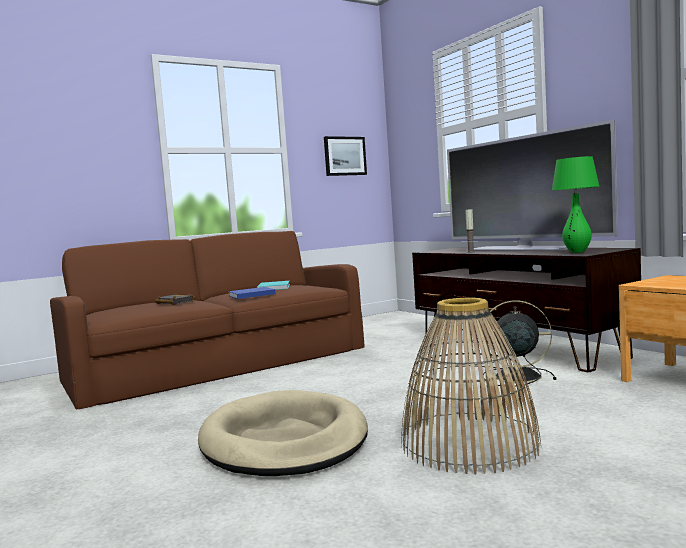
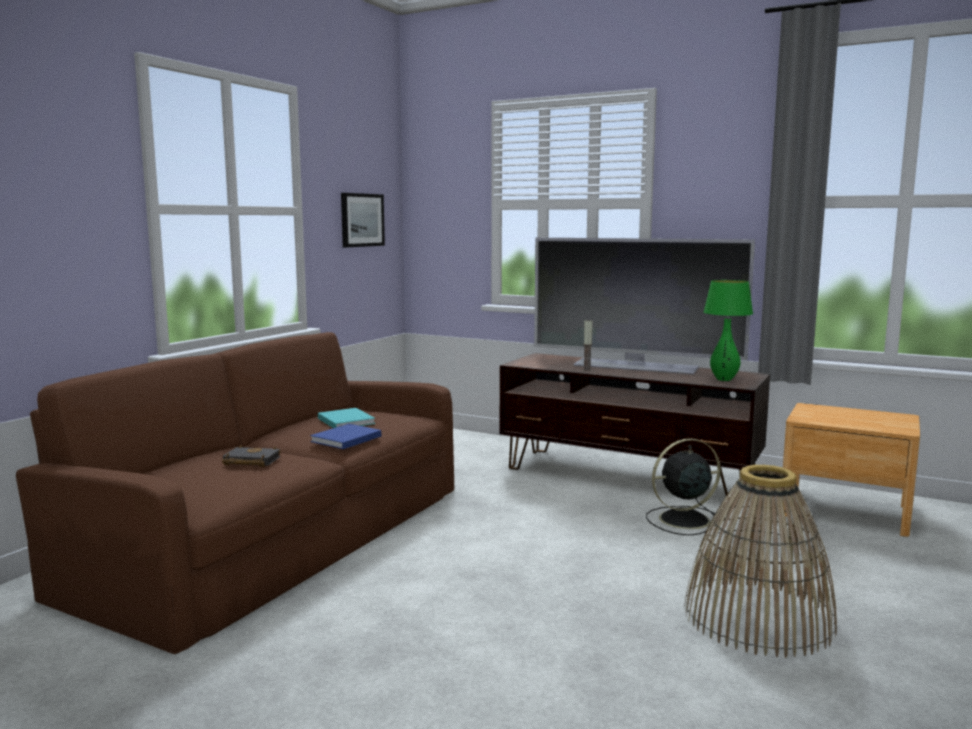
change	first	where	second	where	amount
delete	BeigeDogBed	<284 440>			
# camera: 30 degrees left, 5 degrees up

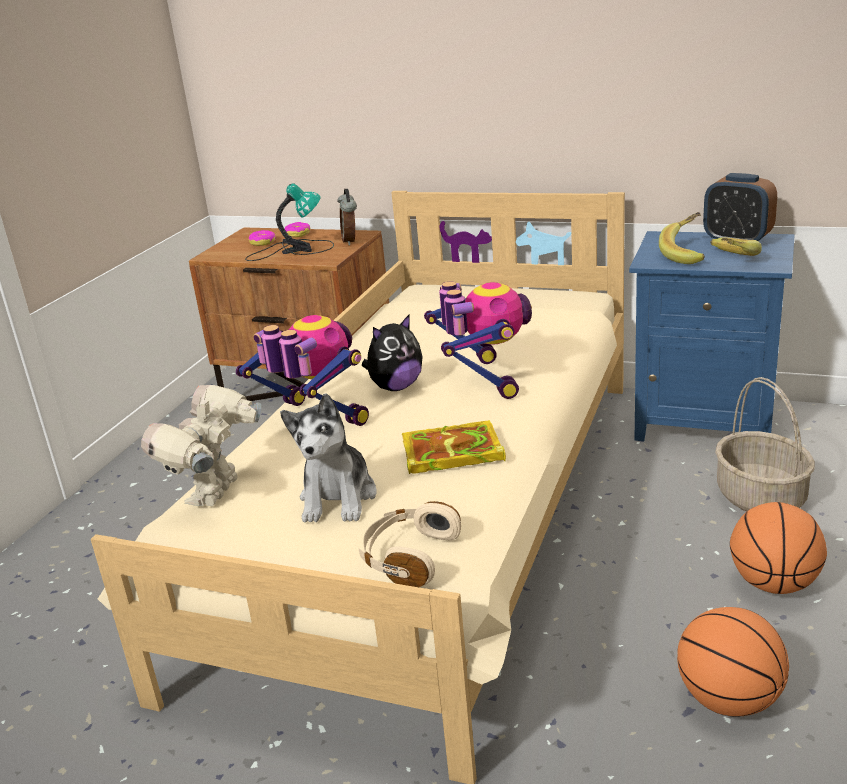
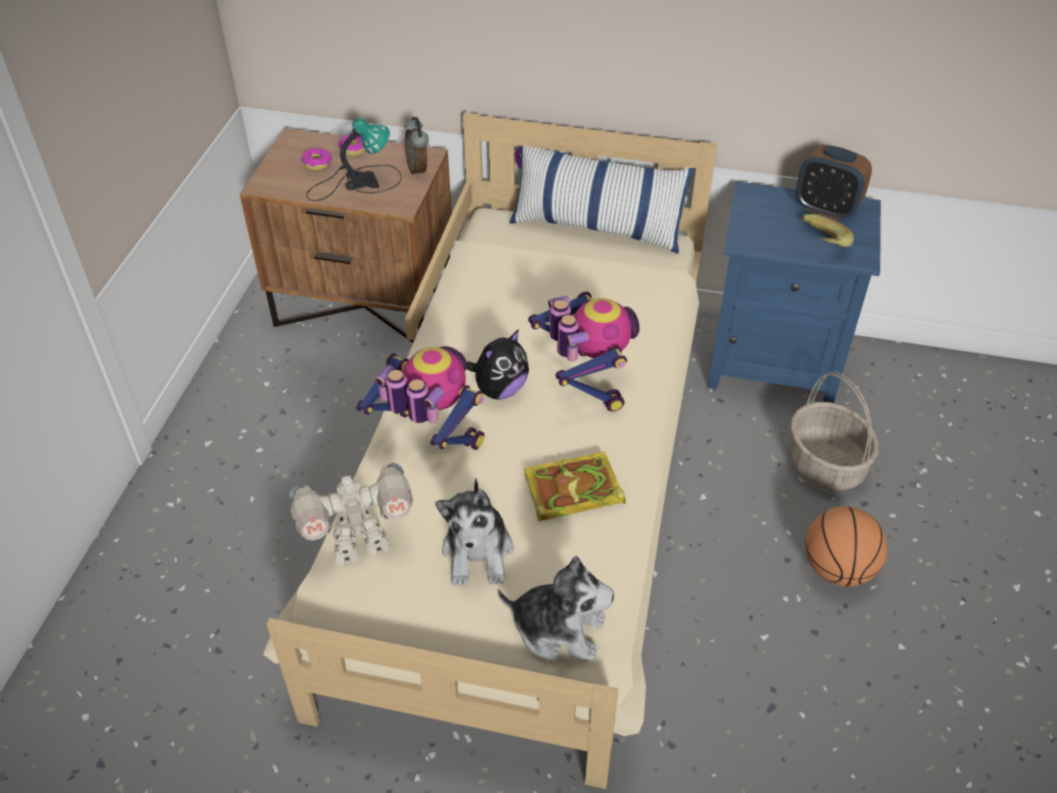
change	first	where	second	where	amount
delete	Banana	<689 254>			
delete	Basketball	<729 700>			
insert			Pillow	<597 227>	
replace	BeigeHeadphones	<409 557>	PlushToy	<558 629>	
rotate	ToyRobot	<217 493>		<359 544>	120 degrees counterclockwise
# camera: 10 degrees left, 20 degrees up

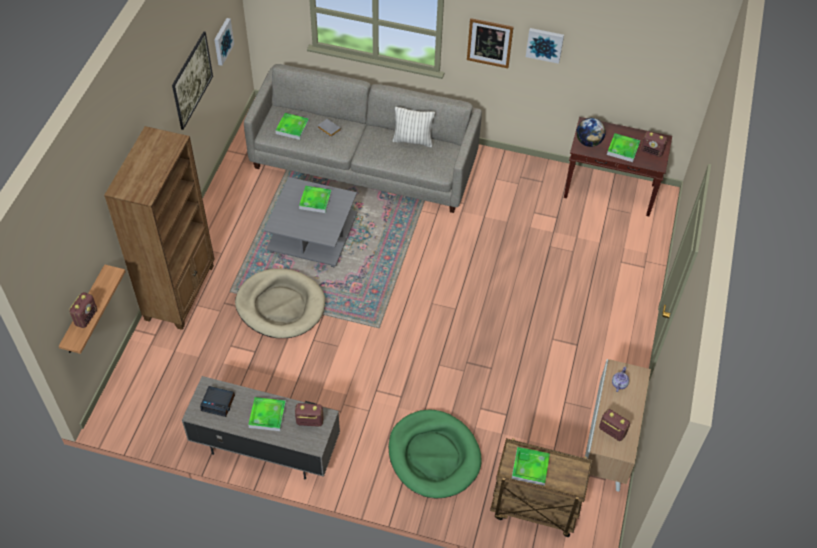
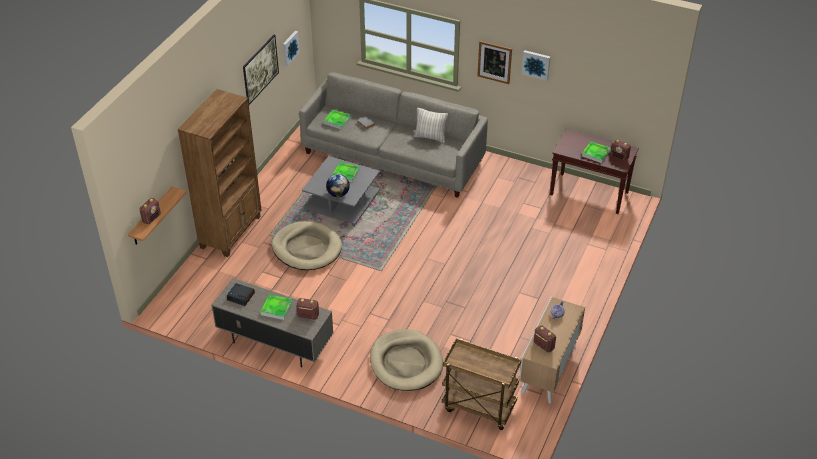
change	first	where	second	where	amount
delete	Tray	<530 467>			
move	Globe	<588 142>		<338 194>	
recolor	GreenDogBed	<434 456>	BeigeDogBed	<406 362>	
# camera: 10 degrees right, 10 degrees down

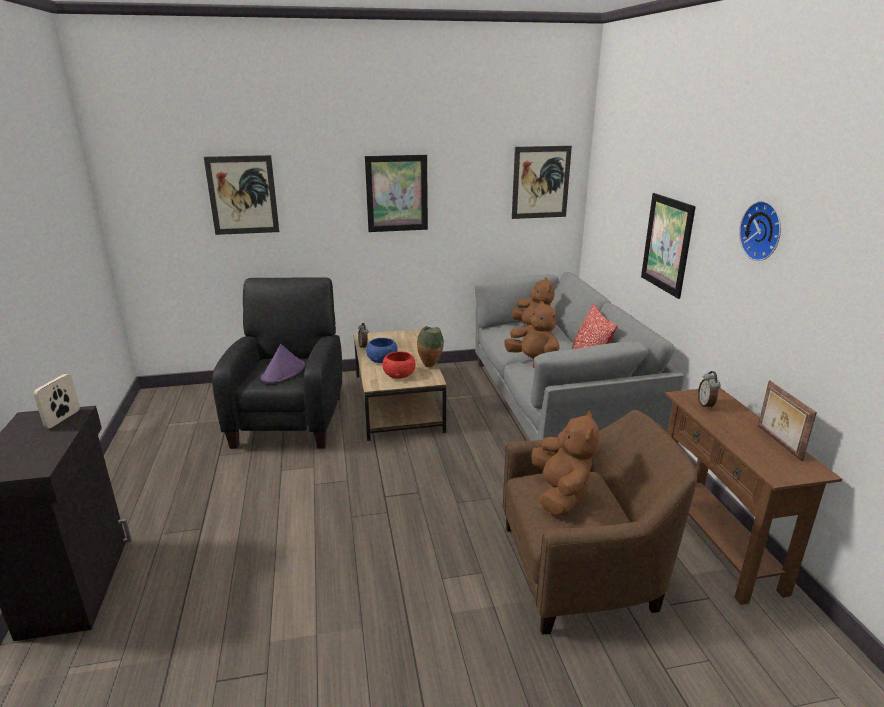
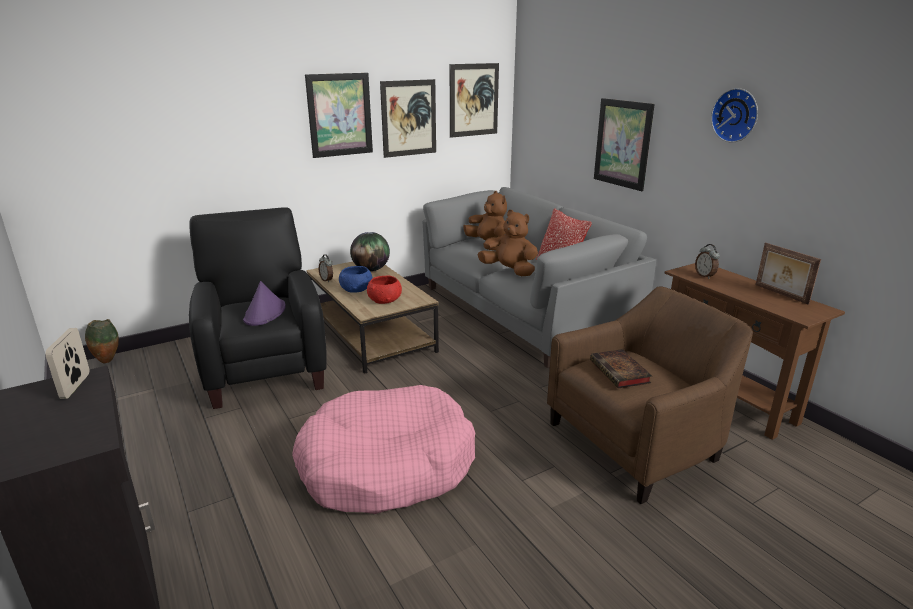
change	first	where	second	where	amount
insert			PinkDogBed	<386 465>	
insert			Globe	<371 270>	
move	Picture	<242 195>		<409 118>	
move	Vase	<430 365>		<108 361>	
replace	BrownPlushToy	<560 494>	Book	<621 372>	
# camera: 20 degrees left, 0 degrees up

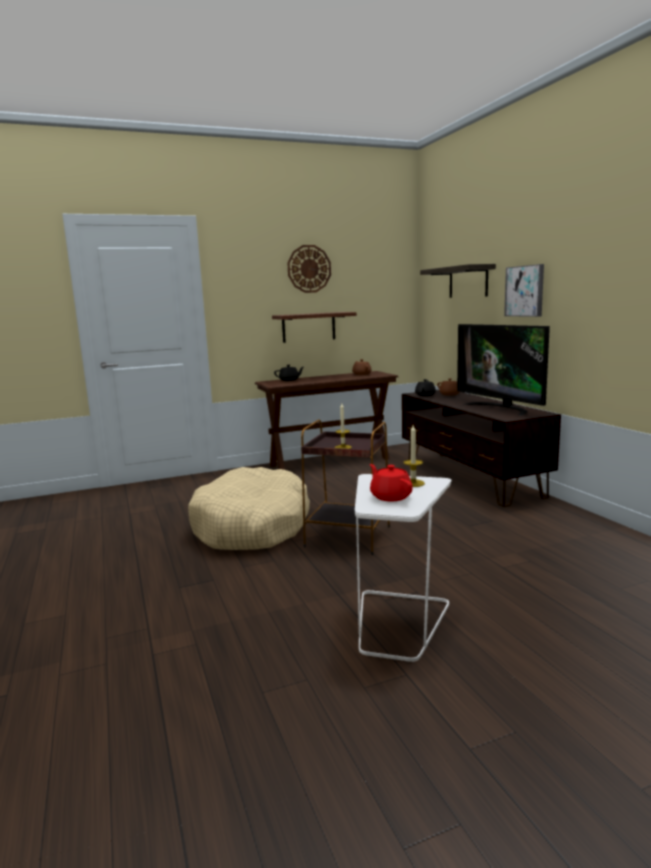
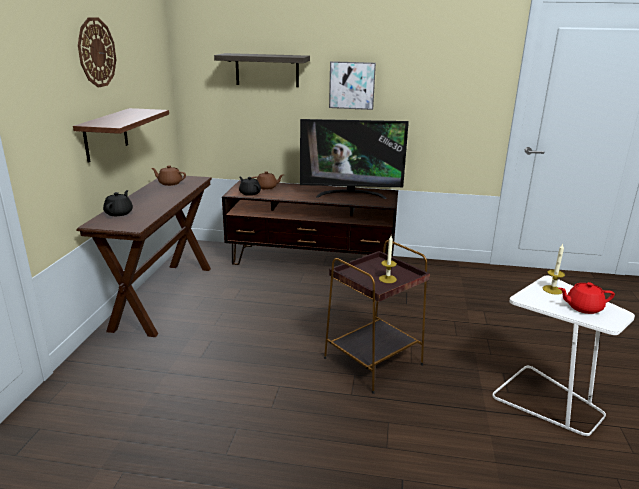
change	first	where	second	where	amount
delete	BeigeDogBed	<252 526>			
# camera: 60 degrees left, 10 degrees up

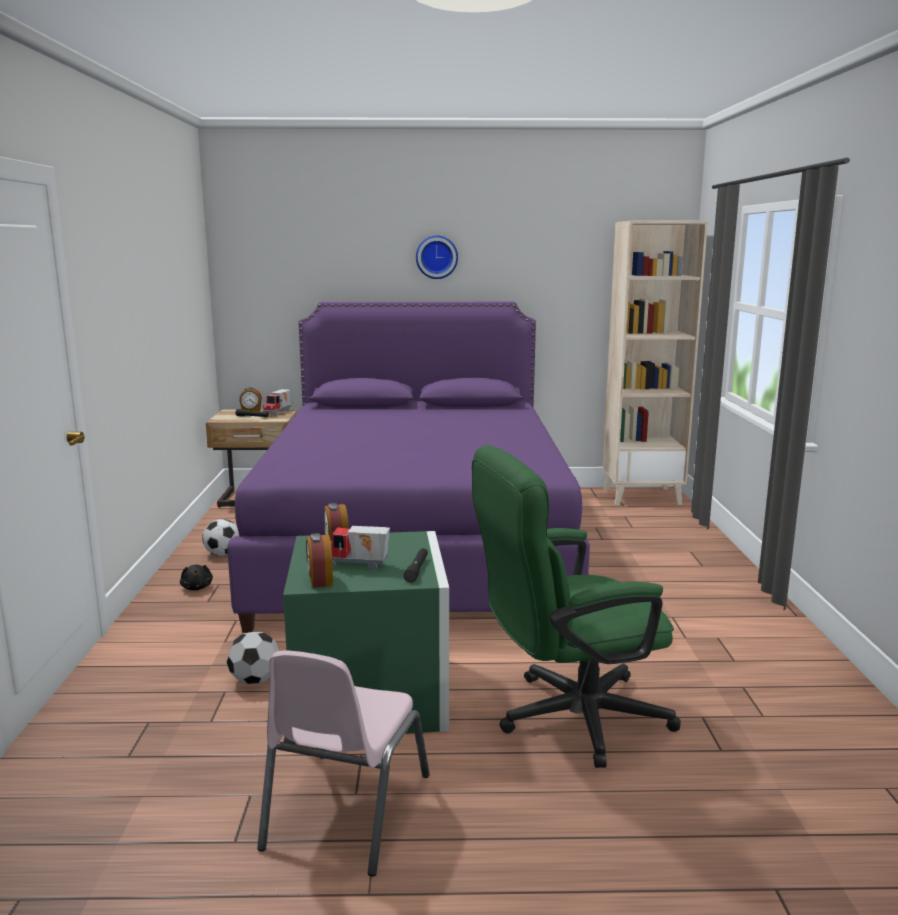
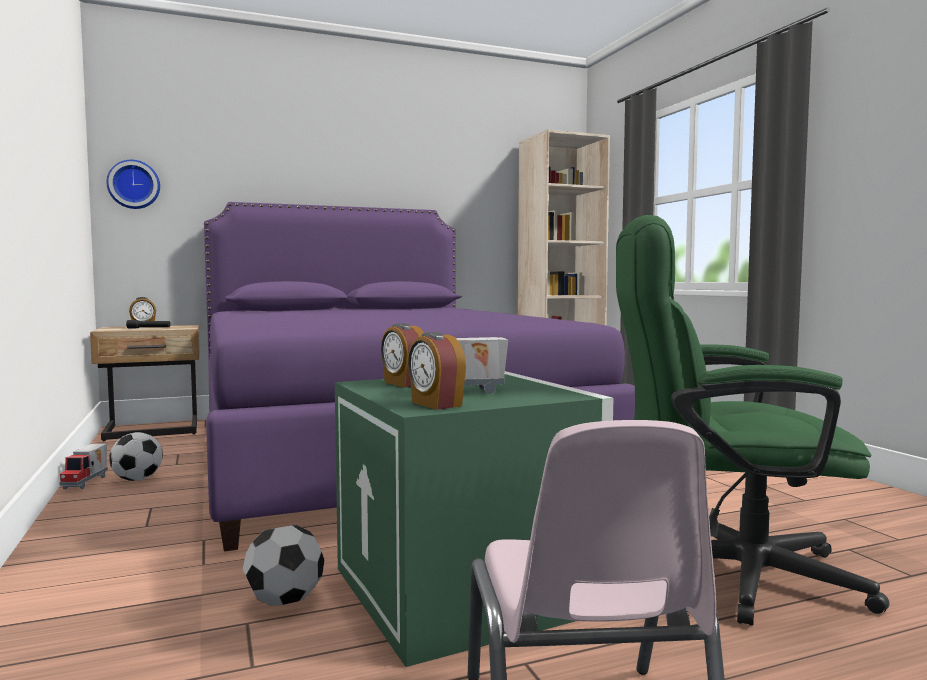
change	first	where	second	where	amount
delete	BlackPlushToy	<197 587>			
delete	BlackFlashlight	<417 569>			
move	ToyTruck	<278 413>		<87 482>	
move	WallClock	<436 257>		<134 185>	
rotate	GreenOfficeChair	<568 718>		<724 574>	45 degrees clockwise
# camera: 20 degrees left, 10 degrees down

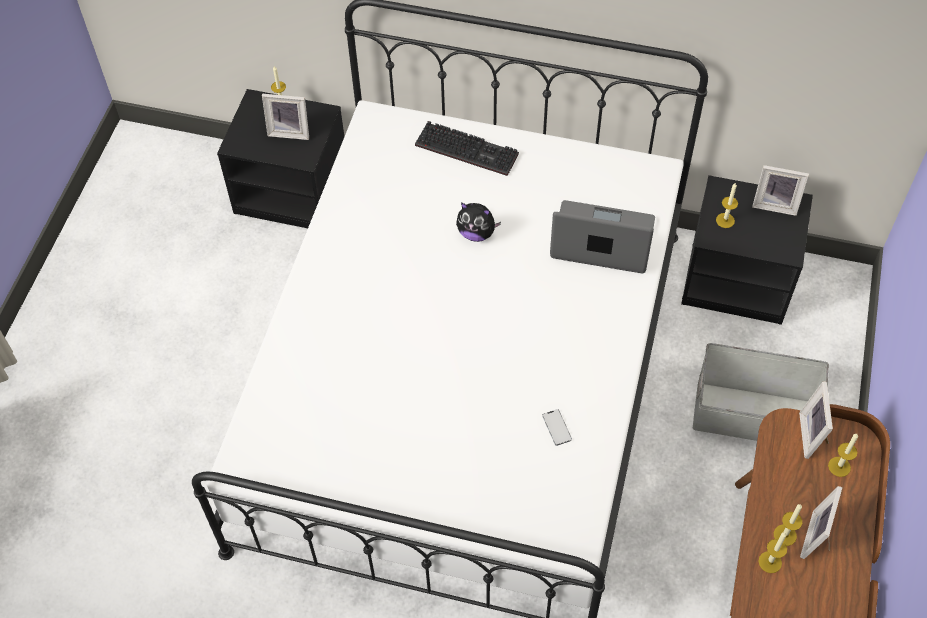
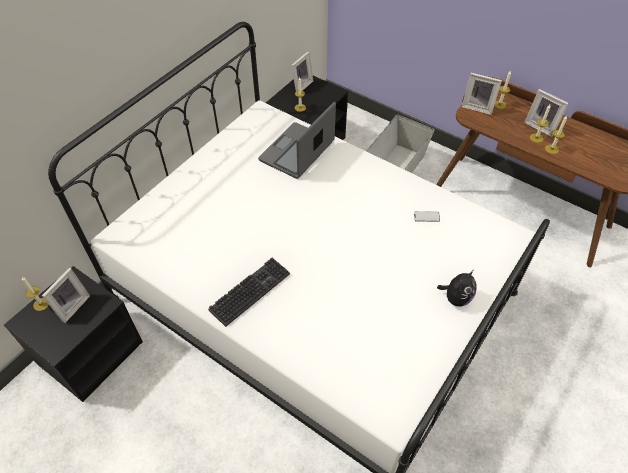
change	first	where	second	where	amount
move	Keyboard	<469 149>		<250 290>	
move	PlushToy	<476 233>		<456 298>	
# camera: 70 degrees left, 5 degrees down

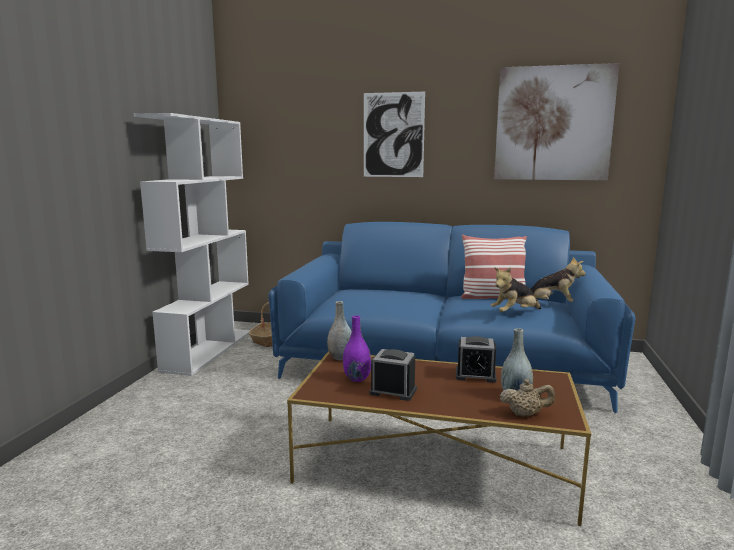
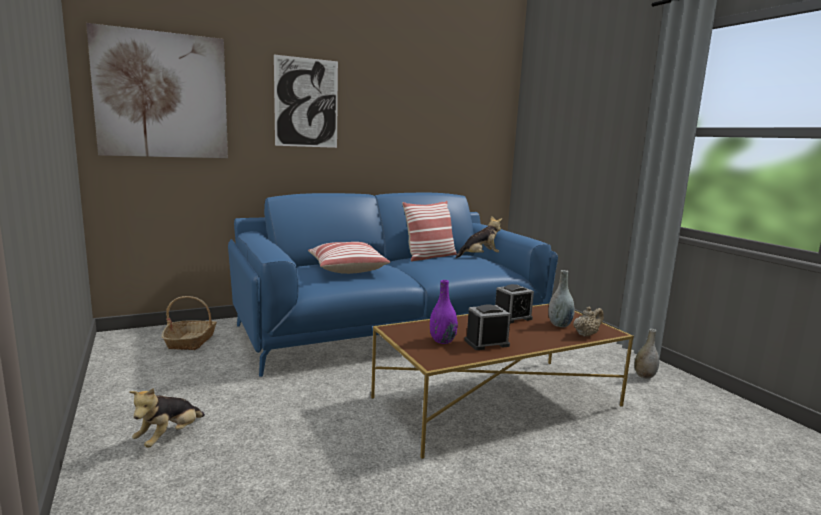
change	first	where	second	where	amount
delete	WhiteBookcase	<208 350>			
insert			Pillow	<346 269>	
move	GreyVase	<340 358>		<644 376>	
move	PlushToy	<515 313>		<169 437>	
move	Picture	<553 124>		<162 95>	
# camera: 40 degrees left, 0 degrees up

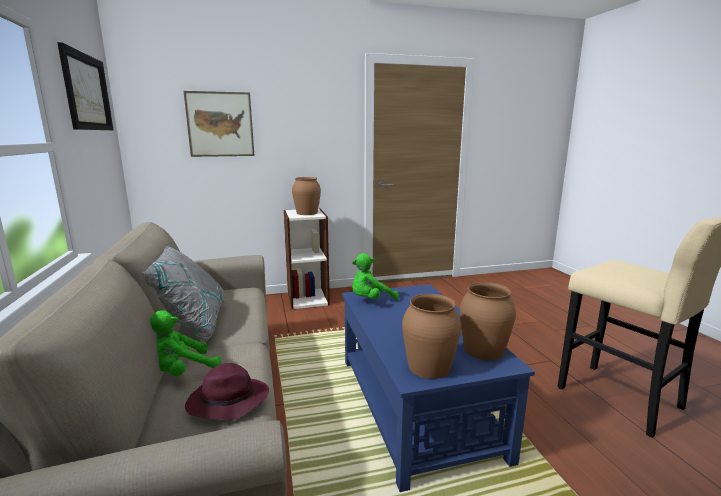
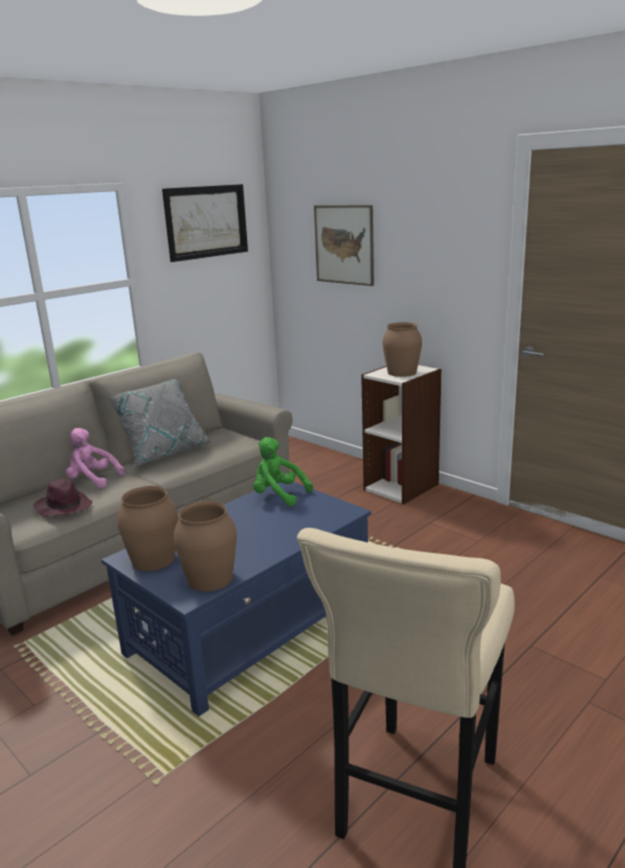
change	first	where	second	where	amount
recolor	GreenPlushToy	<182 372>	PinkPlushToy	<92 480>	
# camera: 60 degrees right, 5 degrees up

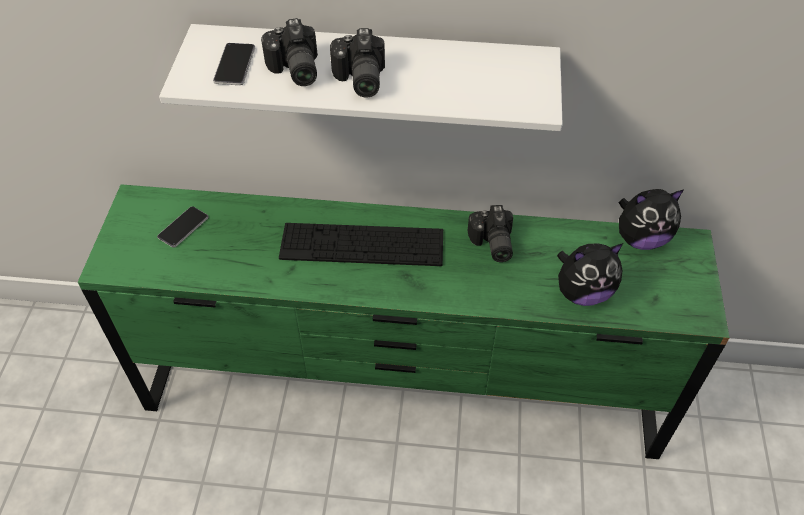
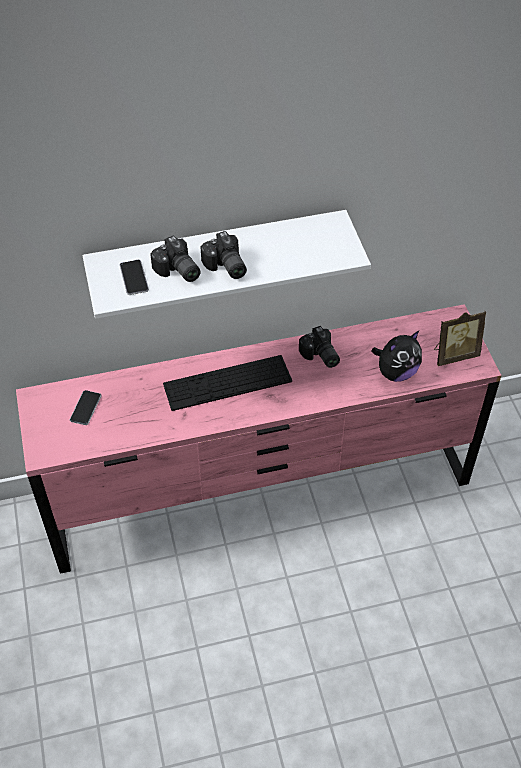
change	first	where	second	where	amount
delete	PlushToy	<640 238>			
insert			PictureFrame	<454 354>	
recolor	GreenDresser	<402 387>	PinkDresser	<260 491>	
# camera: 20 degrees left, 0 degrees up

